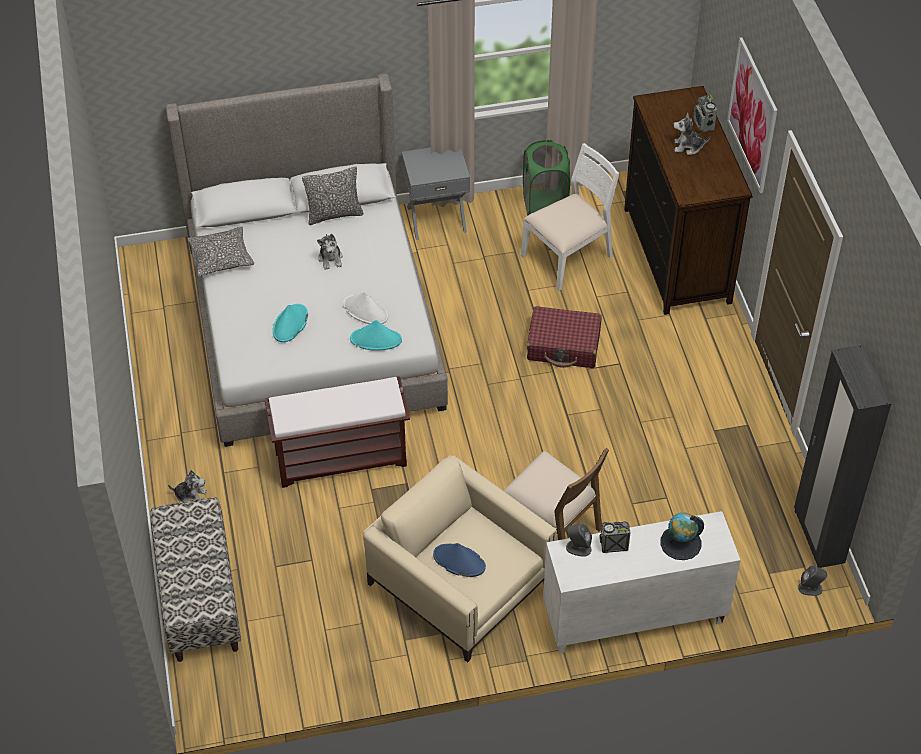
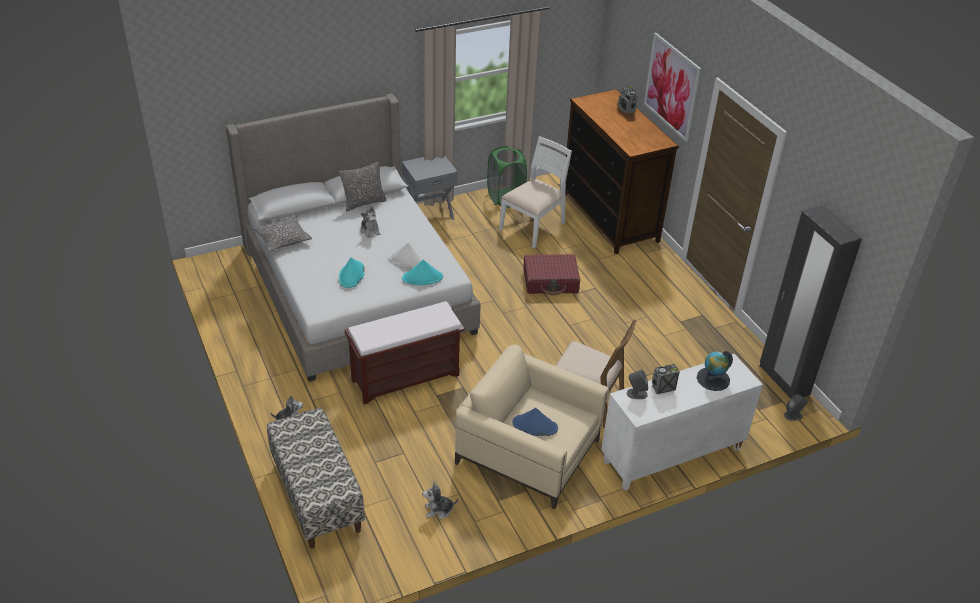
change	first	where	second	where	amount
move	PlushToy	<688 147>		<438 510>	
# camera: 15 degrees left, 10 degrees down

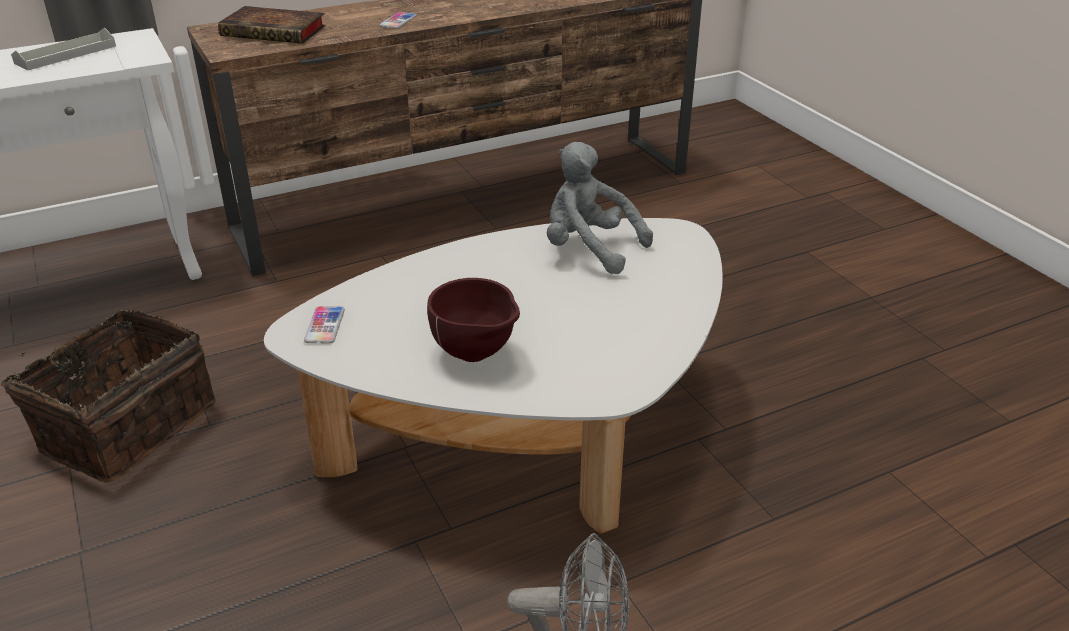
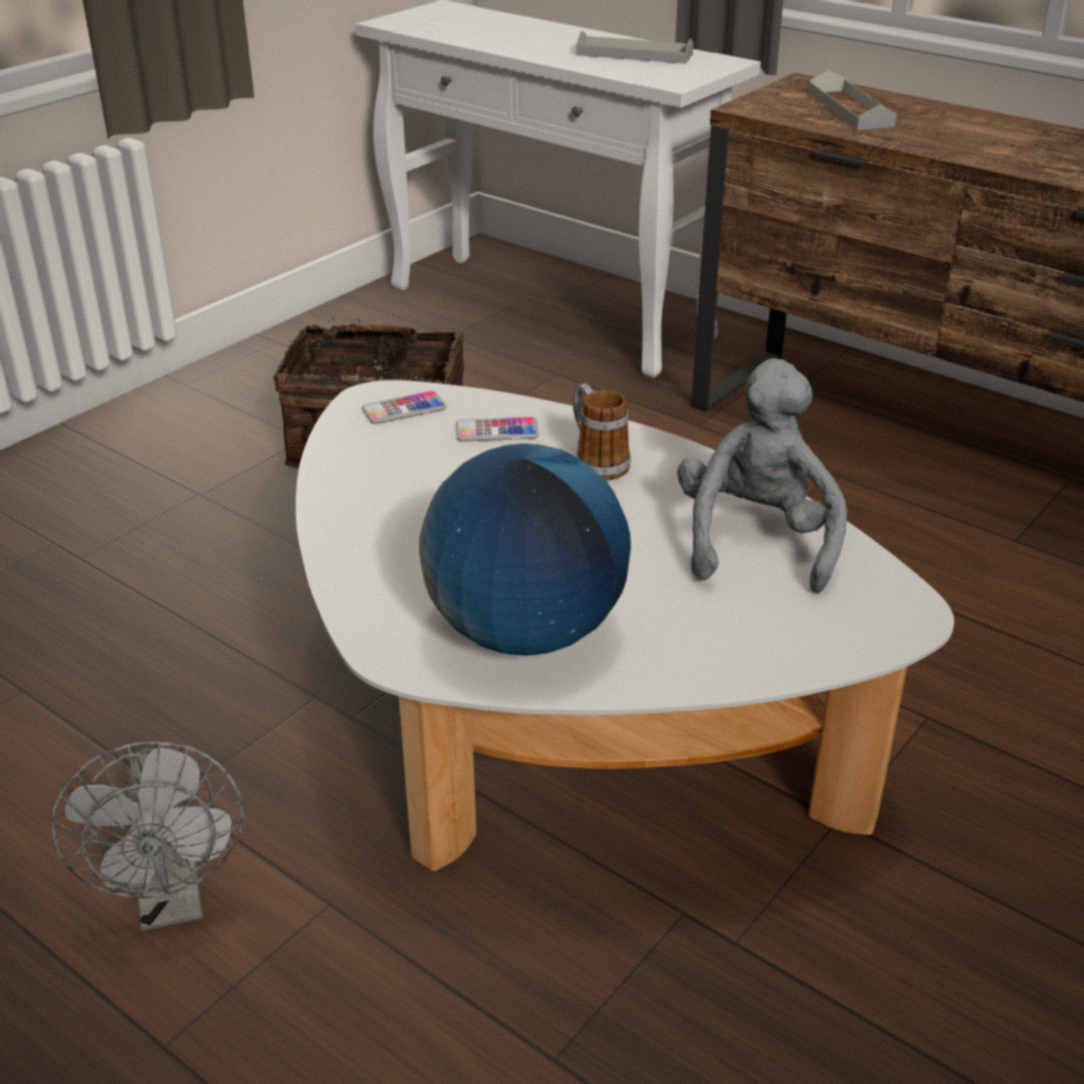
change	first	where	second	where	amount
delete	BrownBowl	<476 355>			
insert			Globe	<525 632>	
insert			Mug	<596 462>	
move	Phone	<398 21>		<497 431>	
replace	Book	<276 31>	GreyTray	<849 109>	
# camera: 65 degrees right, 0 degrees up

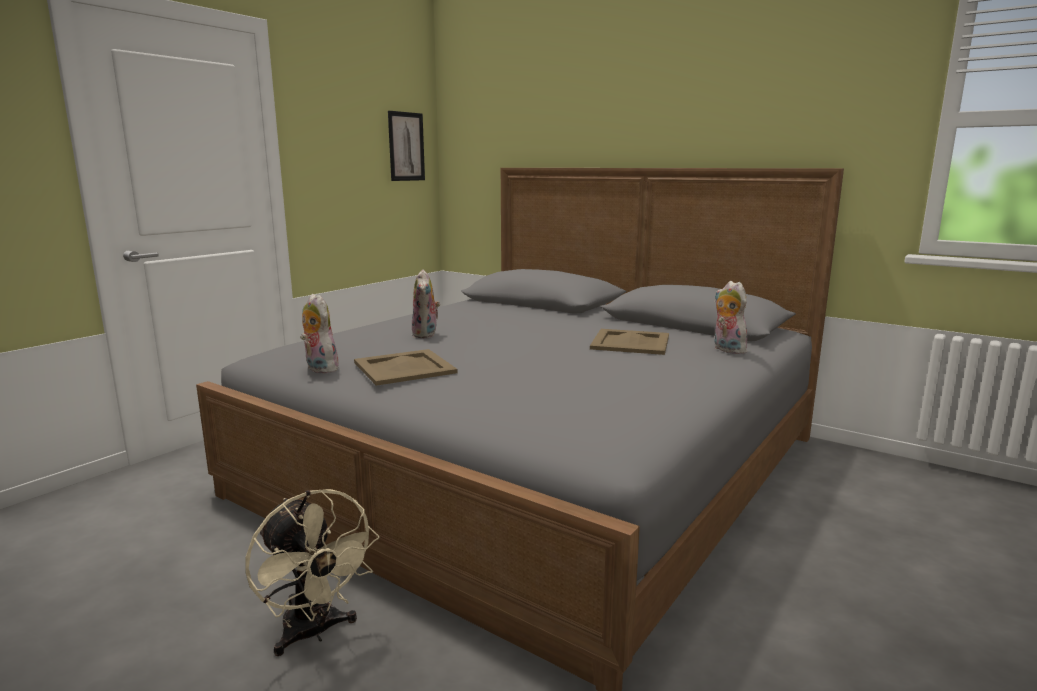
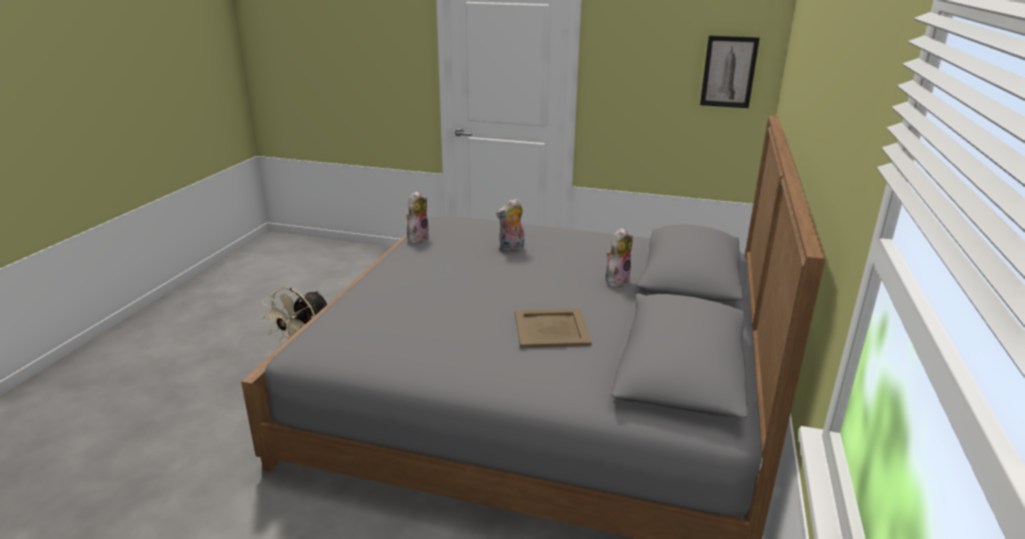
change	first	where	second	where	amount
delete	BeigeTray	<403 367>			
move	PlushToy	<726 350>		<616 280>	
# camera: 70 degrees right, 10 degrees up

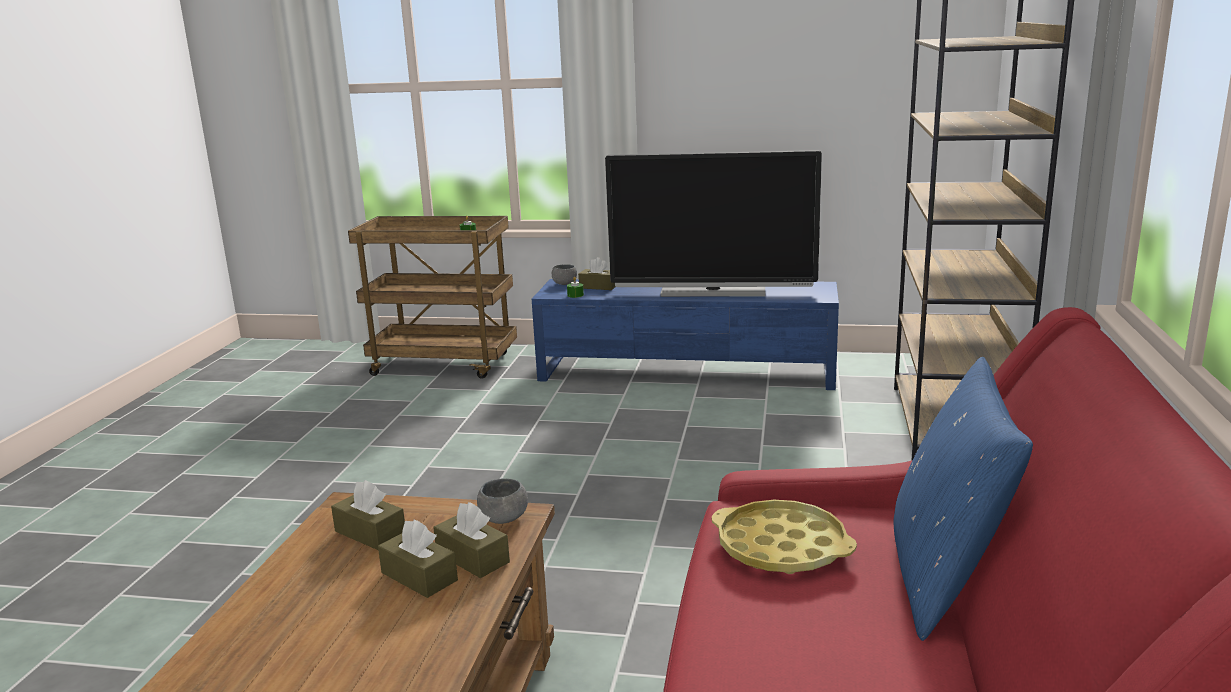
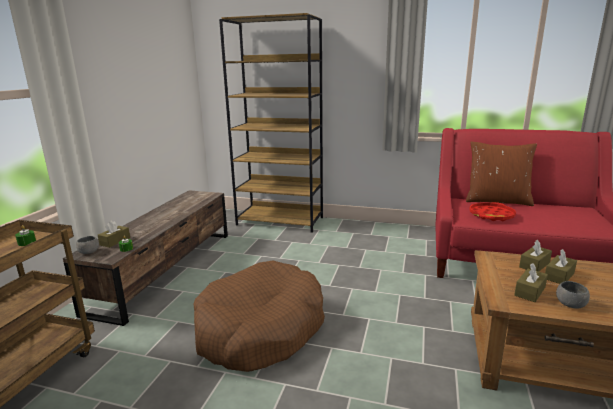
change	first	where	second	where	amount
delete	Television	<713 291>			
insert			BrownDogBed	<260 329>	
move	GreyBowl	<503 518>		<570 304>	
recolor	BlueTvStand	<687 372>	BrownTvStand	<167 268>	
recolor	YellowTray	<781 547>	RedTray	<491 215>	
recolor	BluePillow	<944 578>	BrownPillow	<497 200>	
# camera: 85 degrees left, 0 degrees up

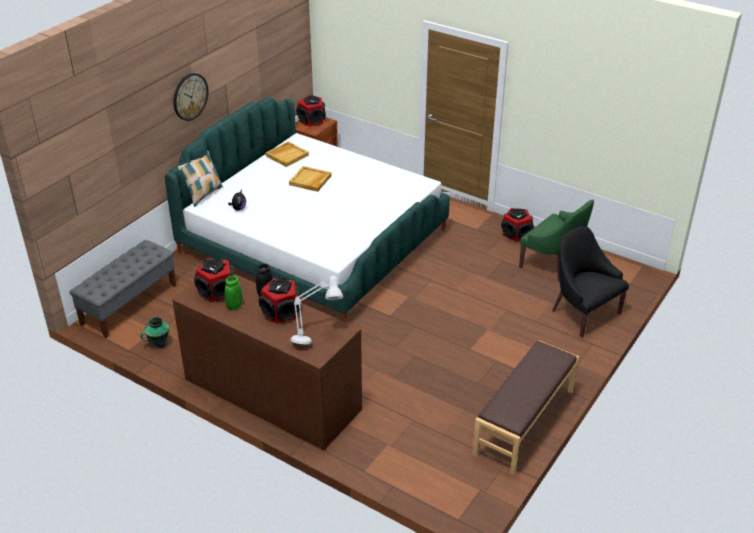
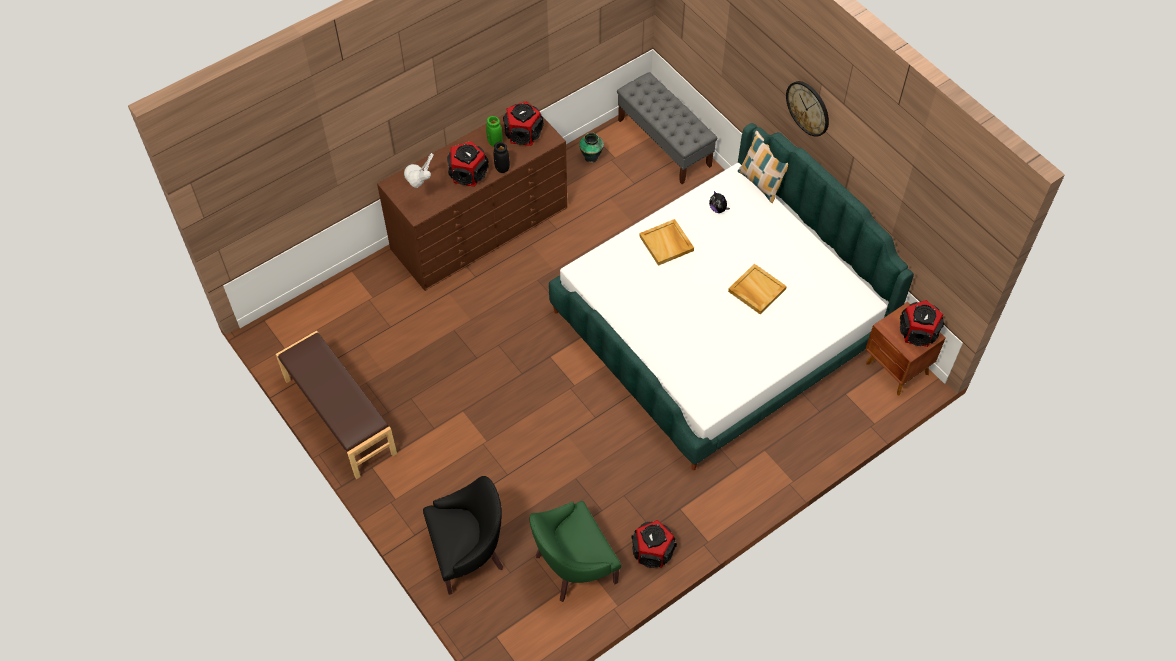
change	first	where	second	where	amount
move	BeigeTray	<287 155>		<667 243>	
# camera: 110 degrees right, 20 degrees up

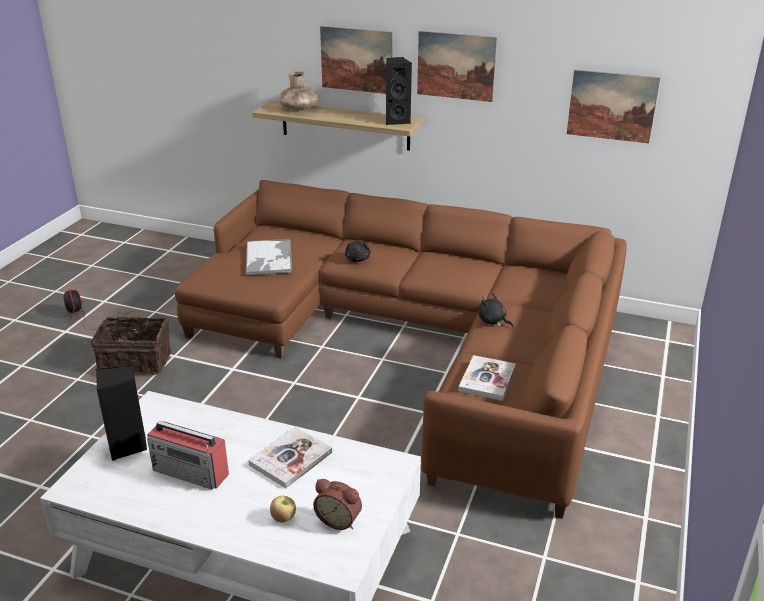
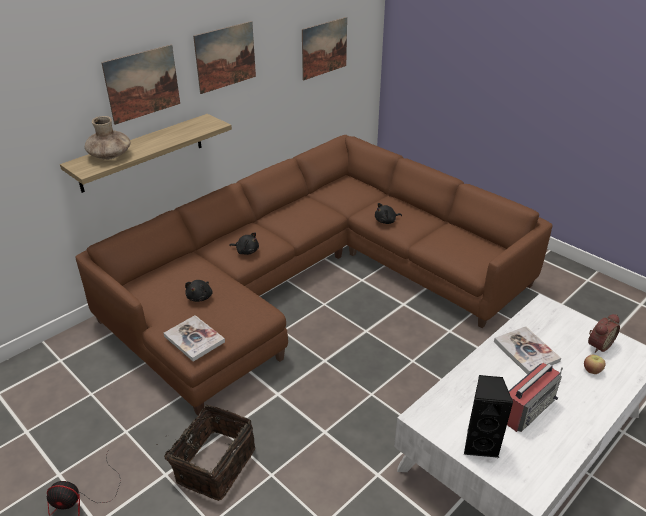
change	first	where	second	where	amount
delete	BlackSpeaker	<396 121>			
move	Book	<487 379>		<194 339>	
replace	Tray	<268 258>	BlackPlushToy	<200 297>	
# camera: 65 degrees left, 5 degrees up

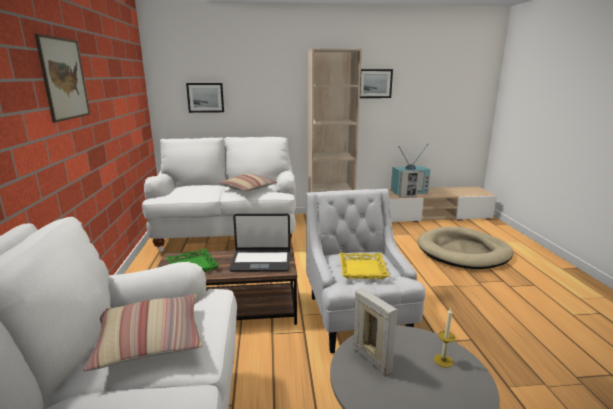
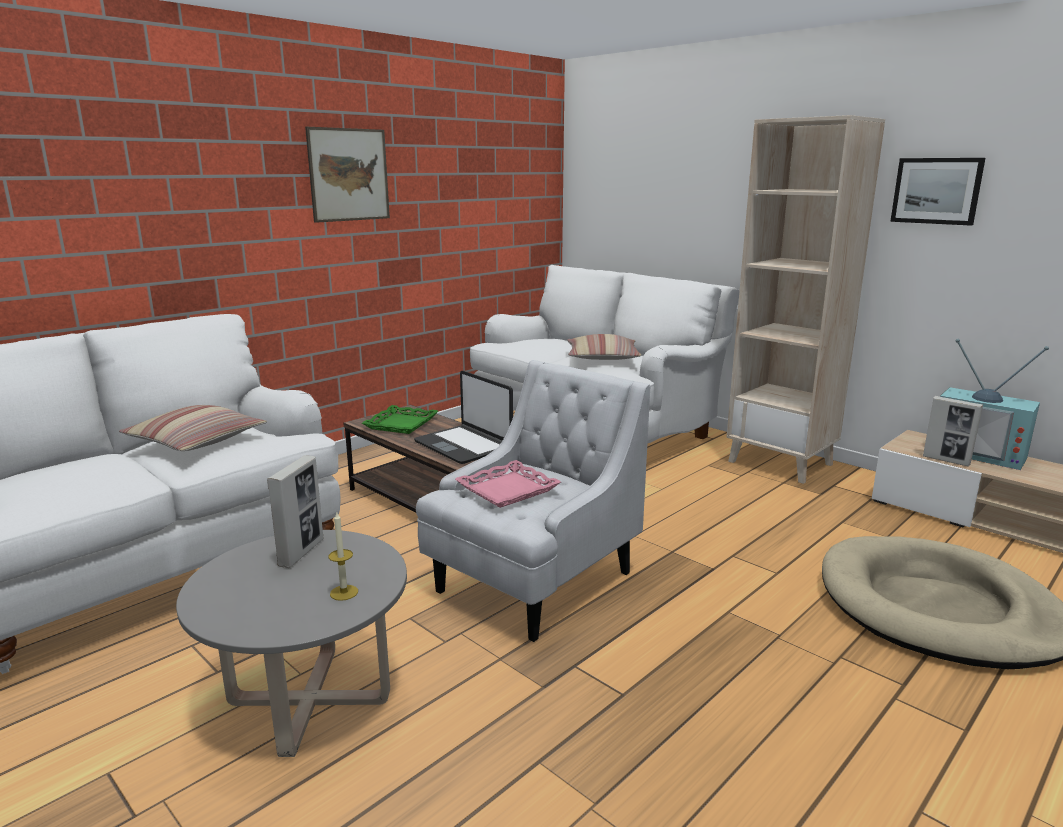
change	first	where	second	where	amount
delete	Picture	<205 97>			
recolor	YellowTray	<362 269>	PinkTray	<507 489>	
# camera: 50 degrees right, 0 degrees up

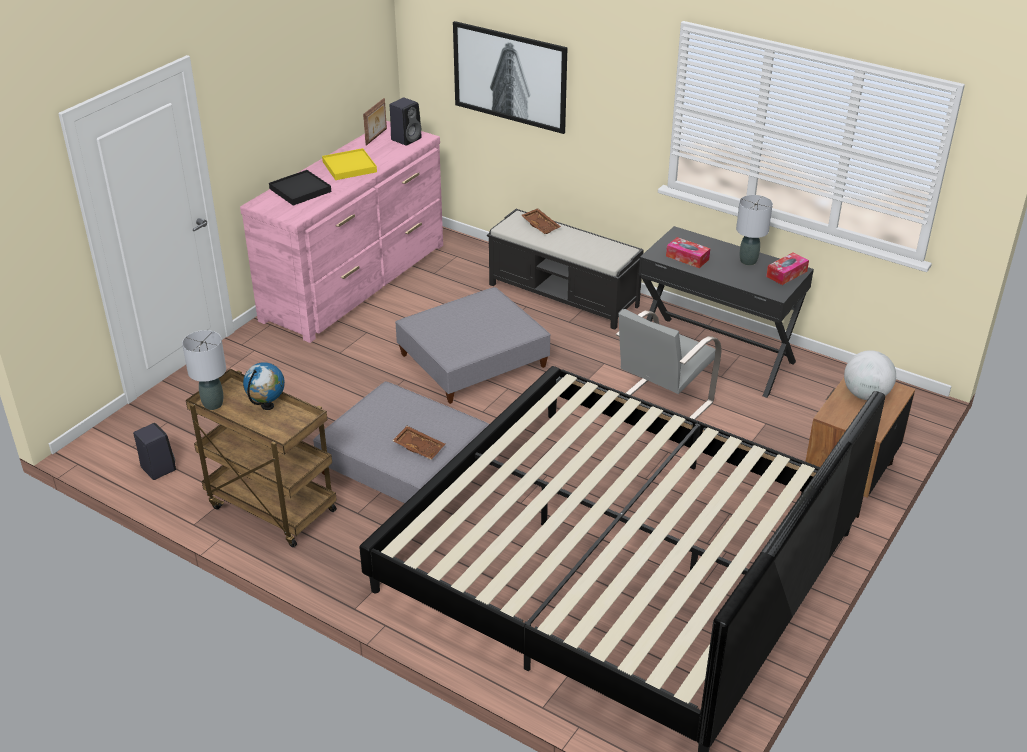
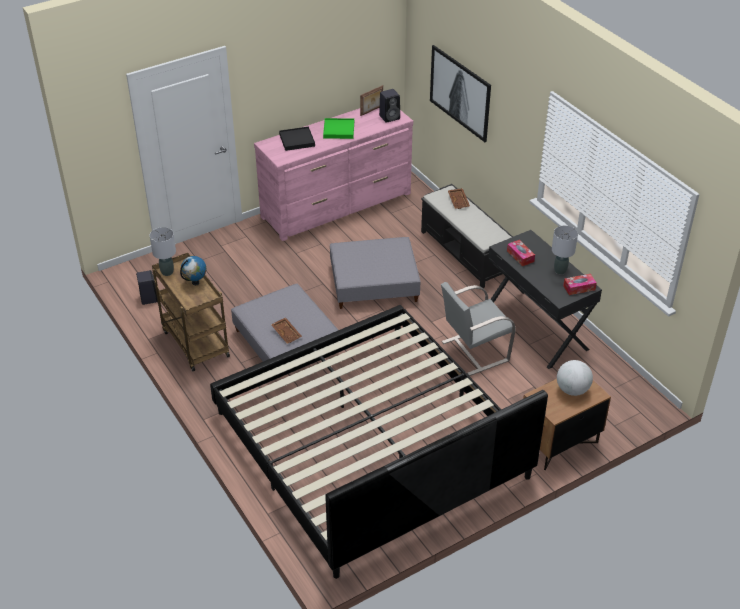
change	first	where	second	where	amount
recolor	YellowTray	<349 167>	GreenTray	<339 130>	
# camera: 25 degrees right, 5 degrees up

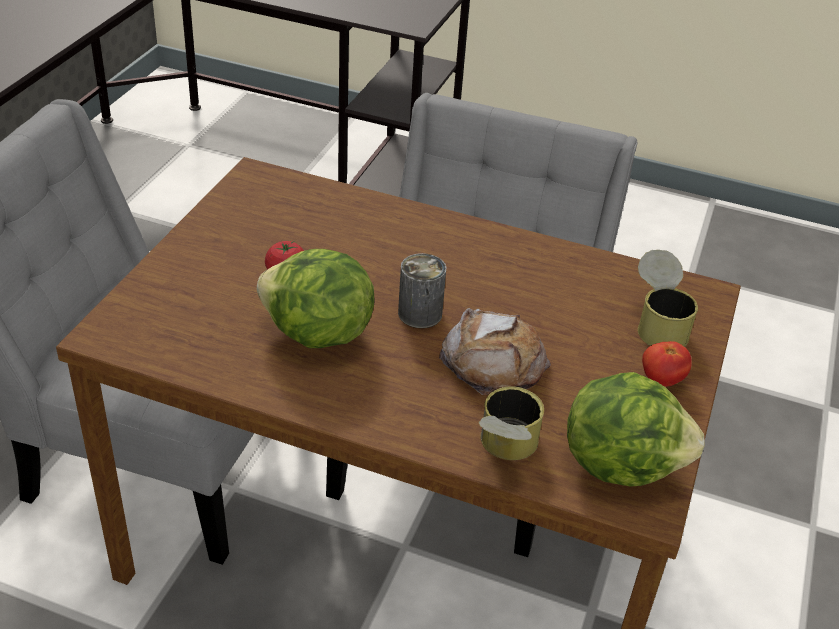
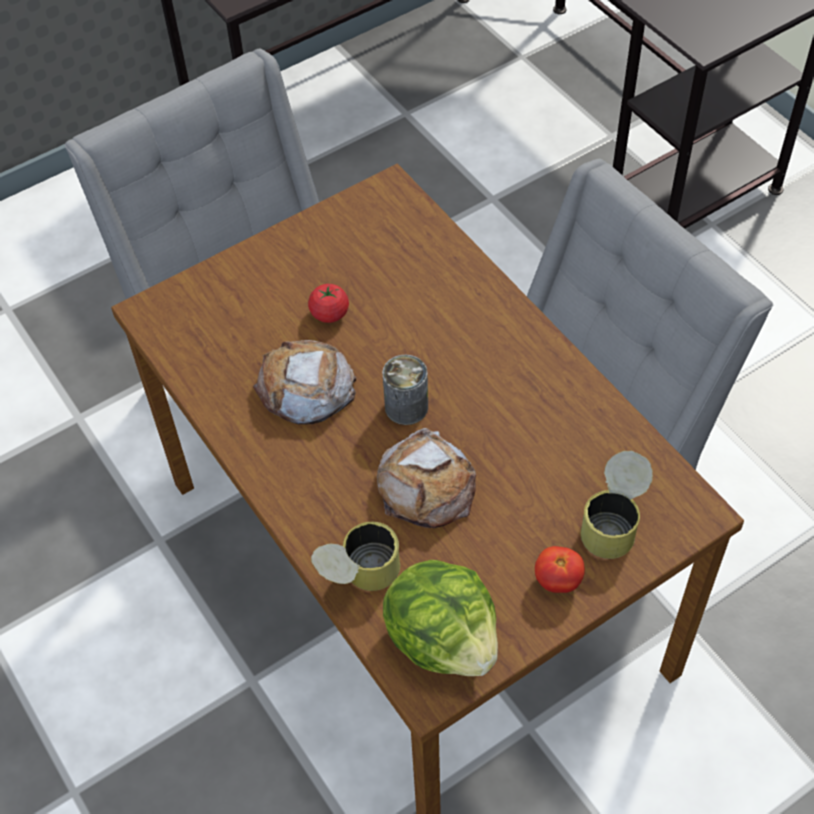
change	first	where	second	where	amount
replace	Lettuce	<317 334>	Bread	<305 388>	
# camera: 40 degrees right, 15 degrees up

